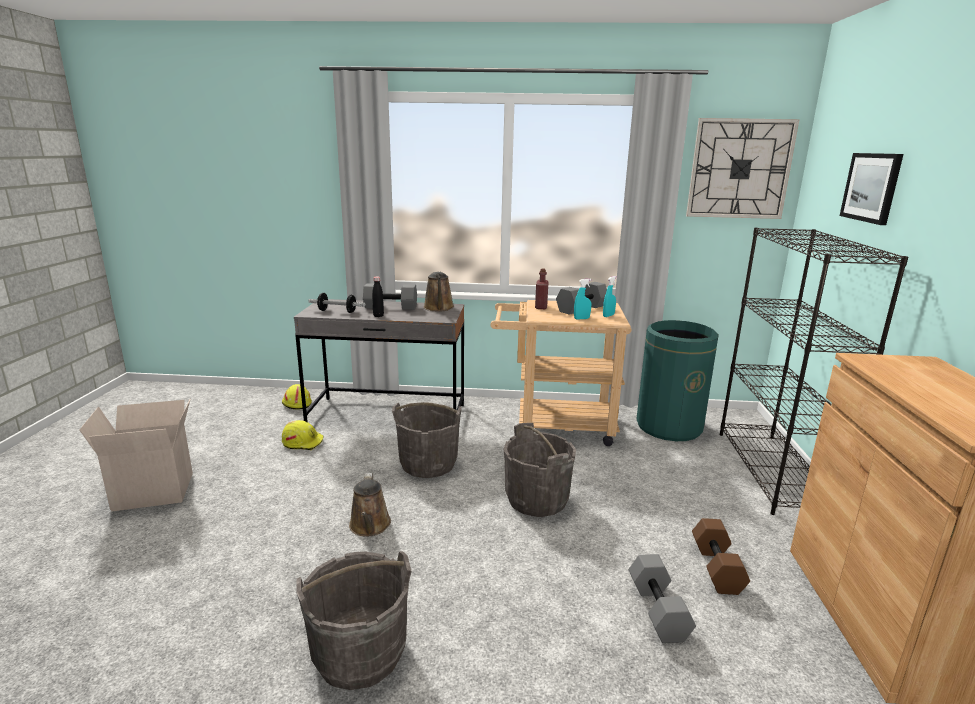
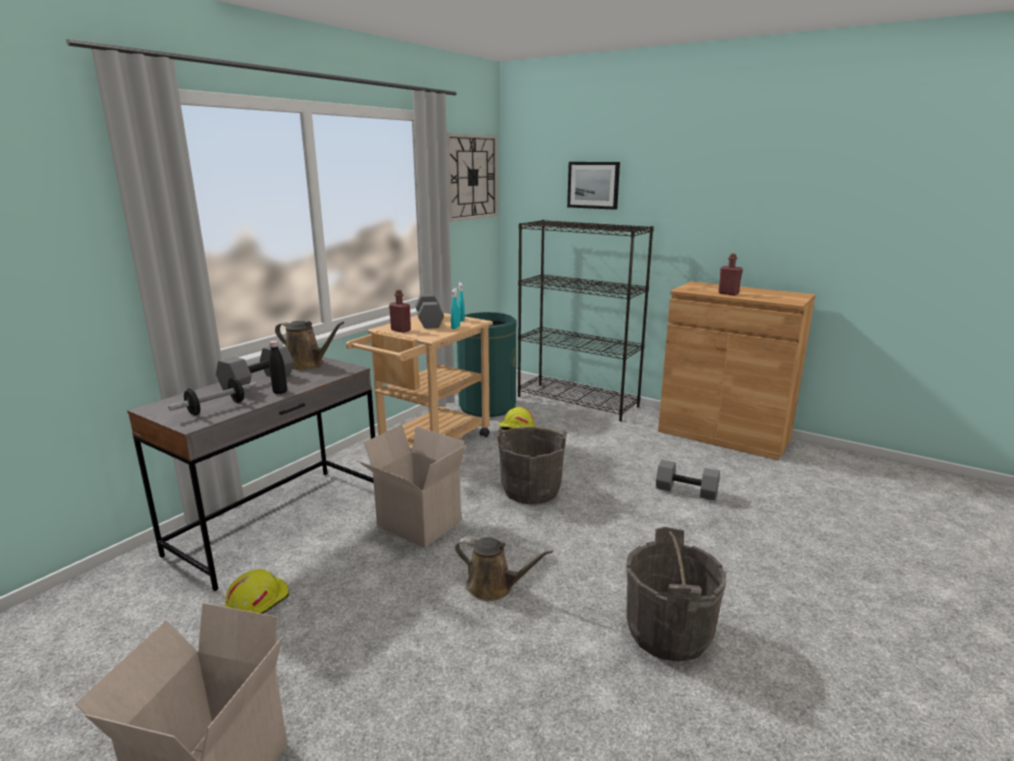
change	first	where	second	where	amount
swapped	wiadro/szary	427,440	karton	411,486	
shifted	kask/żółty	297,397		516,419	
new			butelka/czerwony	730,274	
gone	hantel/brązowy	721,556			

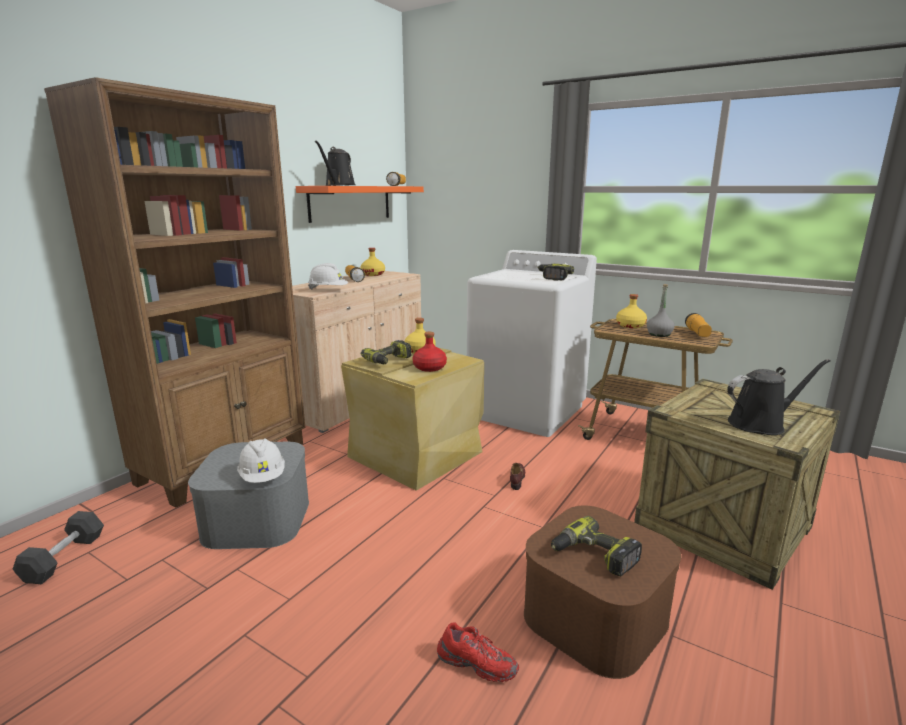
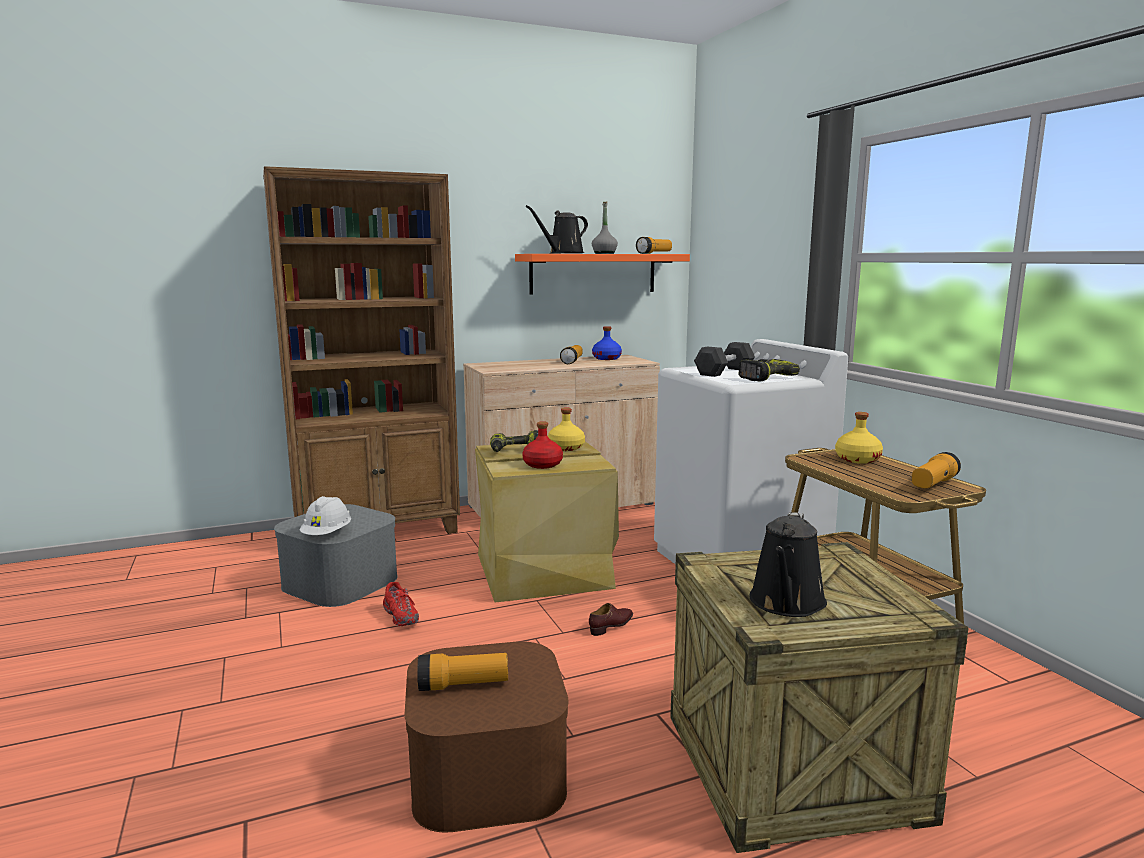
change	first	where	second	where	amount
shifted	but/czerwony	478,652		401,604	
swapped	wiertarka	596,546	latarka	462,672	
shifted	butelka/szary	661,310		605,228	
repainted	butelka/żółty	372,262	butelka/niebieski	607,343	
shifted	hantel/czarny	58,547		724,359	
rotated	konewka/czarny	779,397		788,564	90 degrees clockwise
gone	kask/biały	328,276			

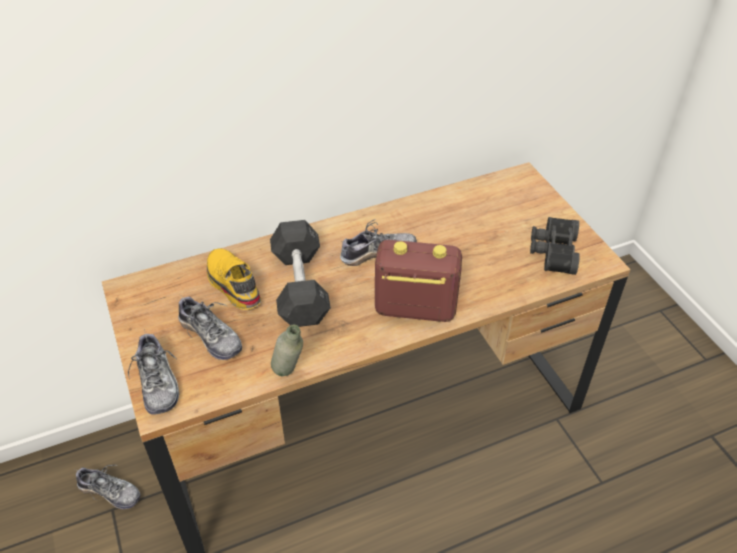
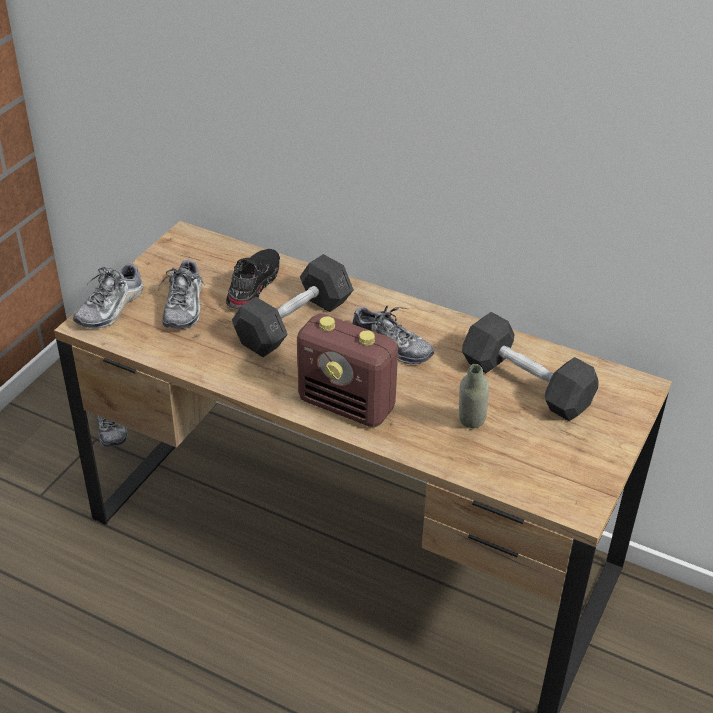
change	first	where	second	where	amount
repainted	but/żółty	234,279	but/czarny	253,279	
rotated	radio	418,281		347,370	150 degrees clockwise
shifted	butelka/szary	287,350		474,396	
new			hantel/czarny	530,366	
gone	lornetka/czarny	555,246			

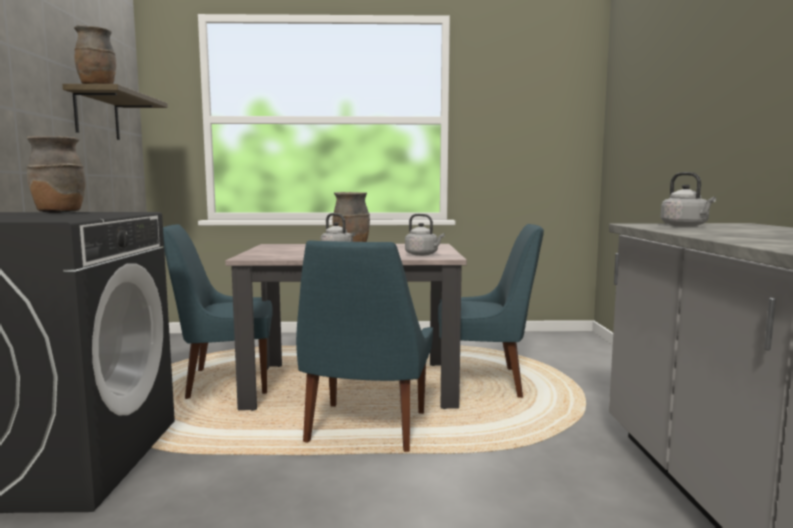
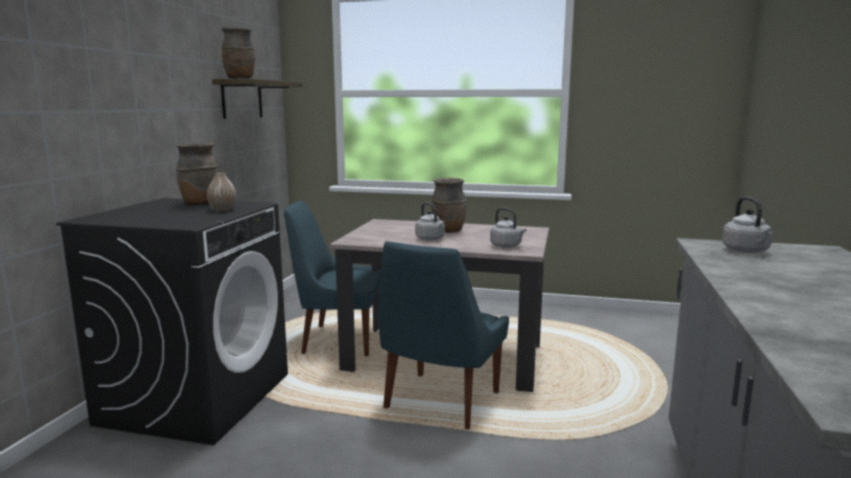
change	first	where	second	where	amount
new			wazon	221,192	
gone	krzesło/niebieski	491,311			

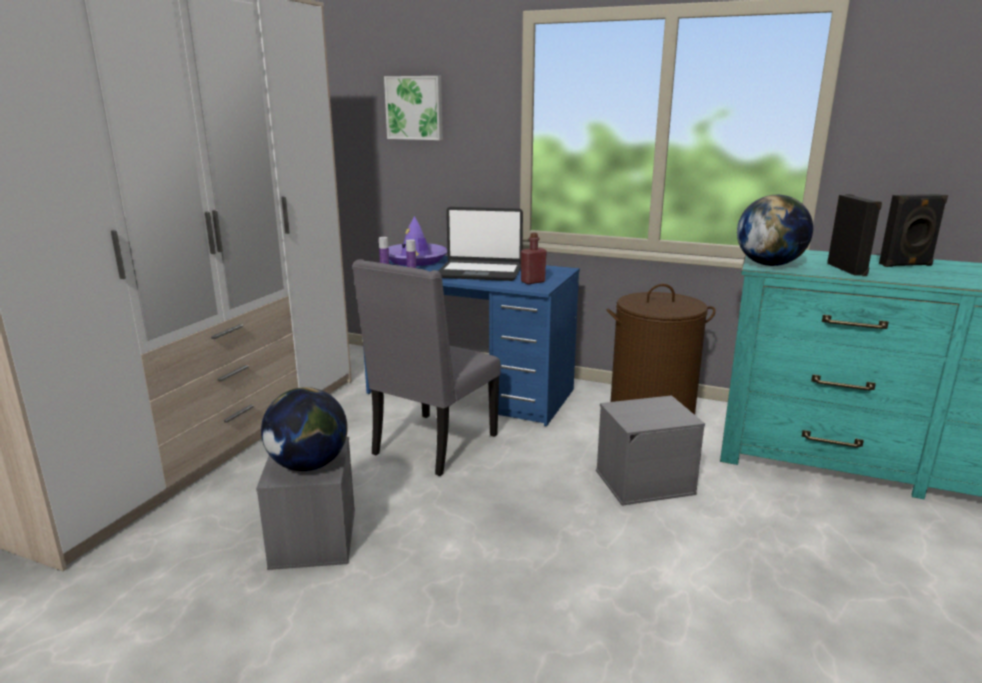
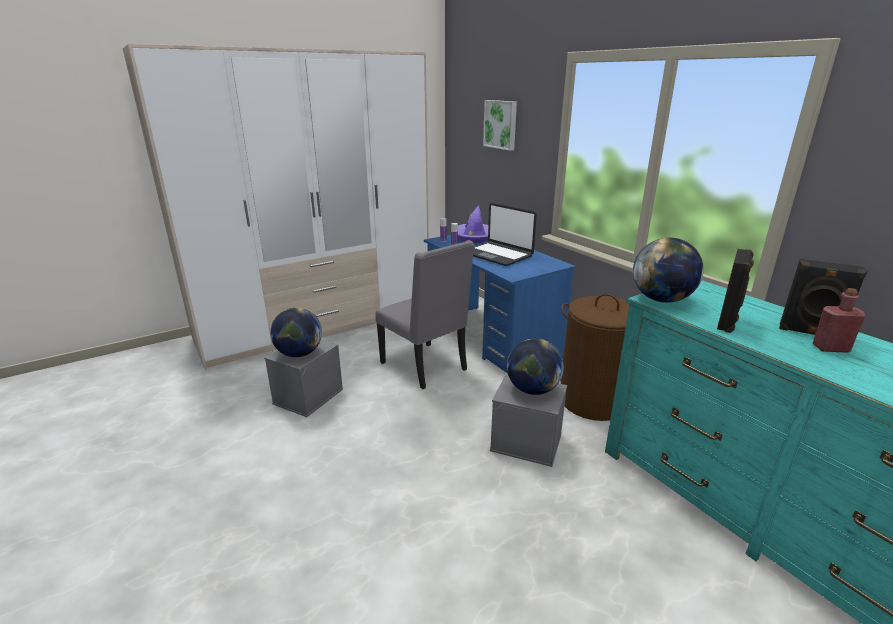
change	first	where	second	where	amount
rotated	krzesło/szary	426,367		424,314	105 degrees counterclockwise
new			globus	535,366	
shifted	butelka/czerwony	534,258		839,320	

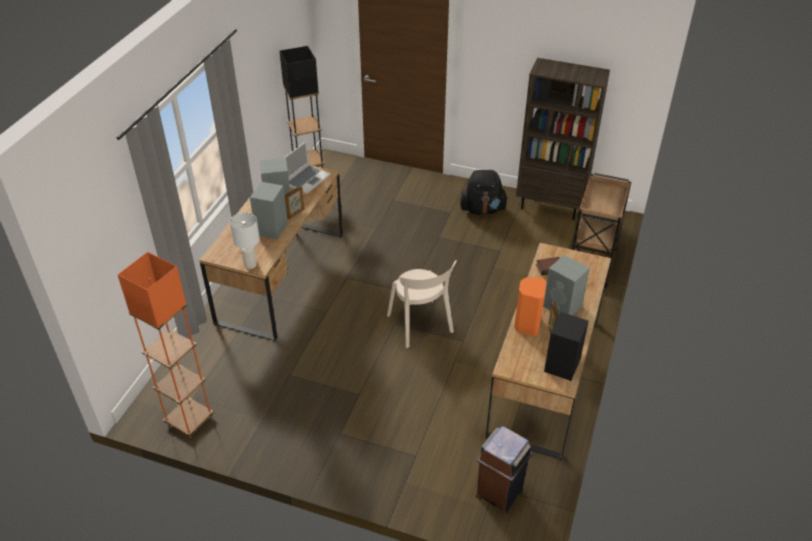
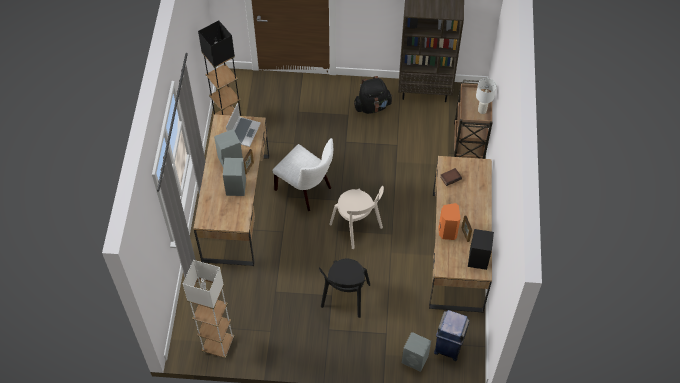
change	first	where	second	where	amount
repainted	lampa stojąca/pomarańczowy	165,345	lampa stojąca/biały	208,309	
new			krzesło/biały	302,174	
new			krzesło/czarny	344,288	
shifted	głośnik/szary	566,285		416,352	
repainted	kosz na śmieci/brązowy	503,470	kosz na śmieci/niebieski	452,335	
shifted	lampa stołowa/biały	245,240		486,96	

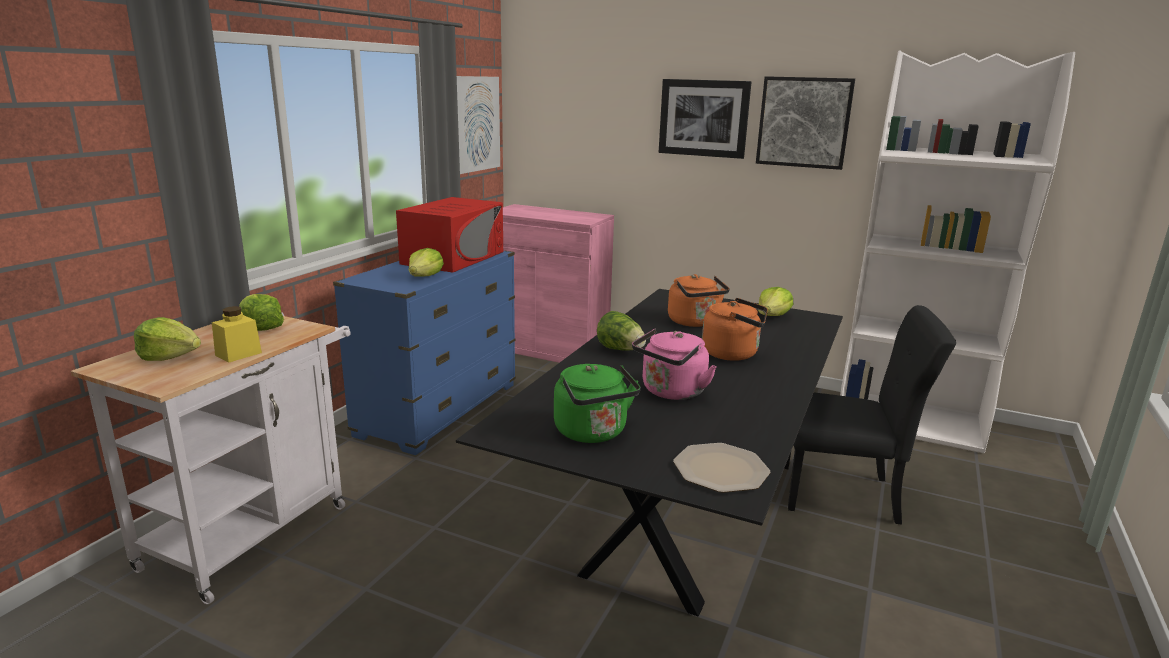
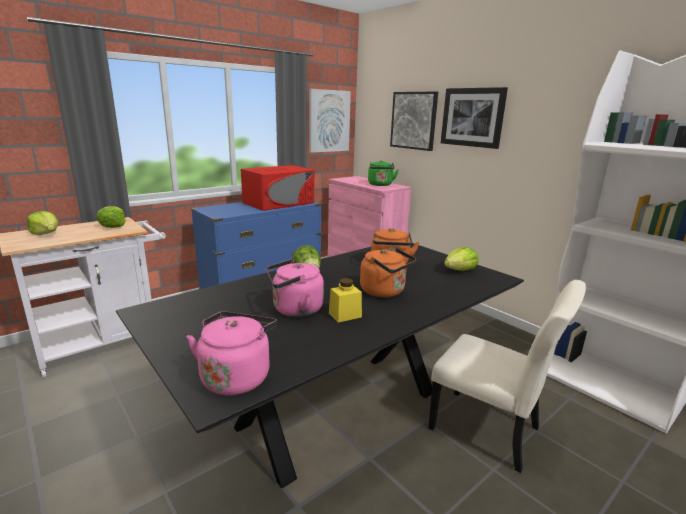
change	first	where	second	where	amount
swapped	talerz	722,468	czajnik/różowy	232,353	
shifted	słoik/żółty	237,334		345,300	
shifted	czajnik/zielony	597,403		383,173	
shifted	obraz	805,123		414,121	
repainted	krzesło/czarny	870,415	krzesło/beżowy	507,376	
gone	sałata	426,262			

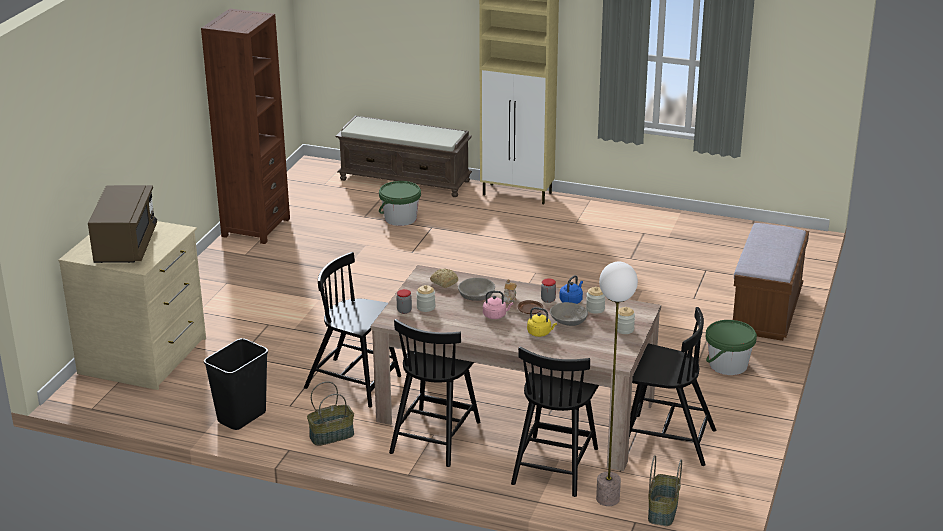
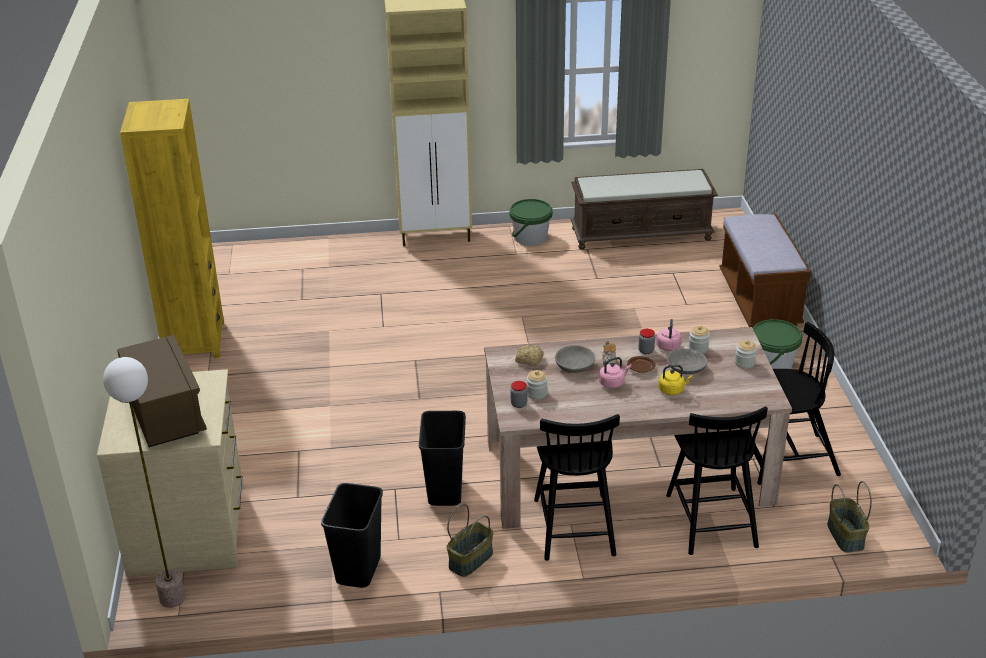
change	first	where	second	where	amount
shifted	lampa stojąca	617,384		144,482	
repainted	regał/brązowy	245,126	regał/żółty	172,228	
swapped	krzesło/czarny	352,330	kosz na śmieci/czarny	442,458	
shifted	wiadro/zielony	400,203		531,222	
shifted	ławka/brązowy	403,156		644,209	
repainted	czajnik/niebieski	571,289	czajnik/różowy	669,335	

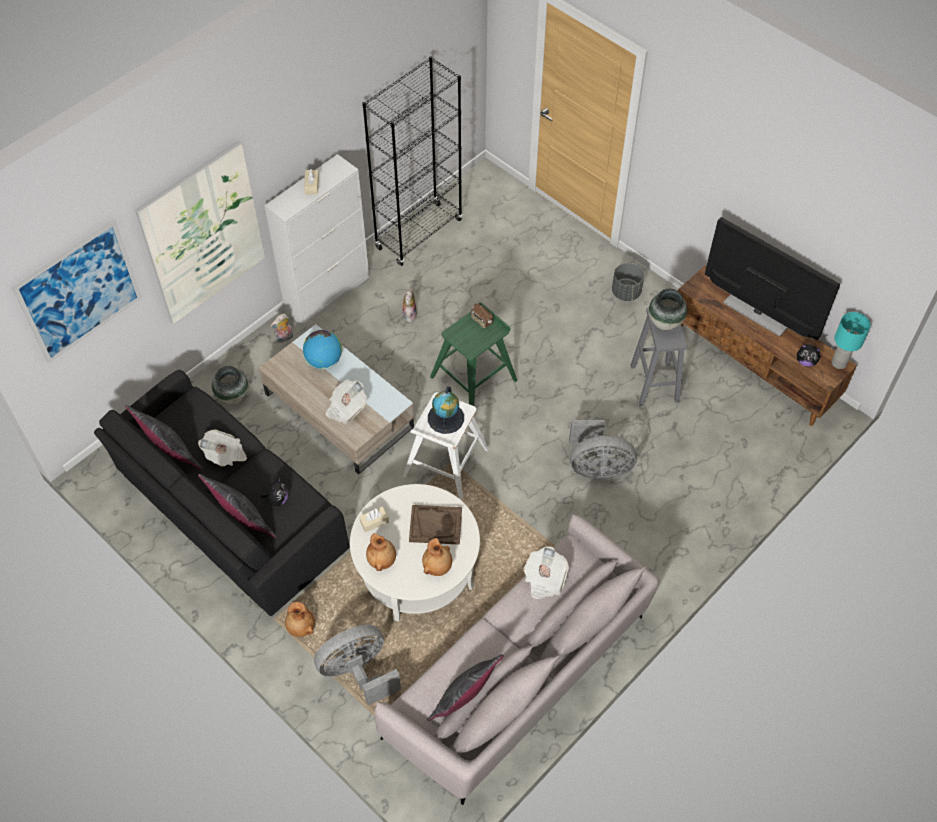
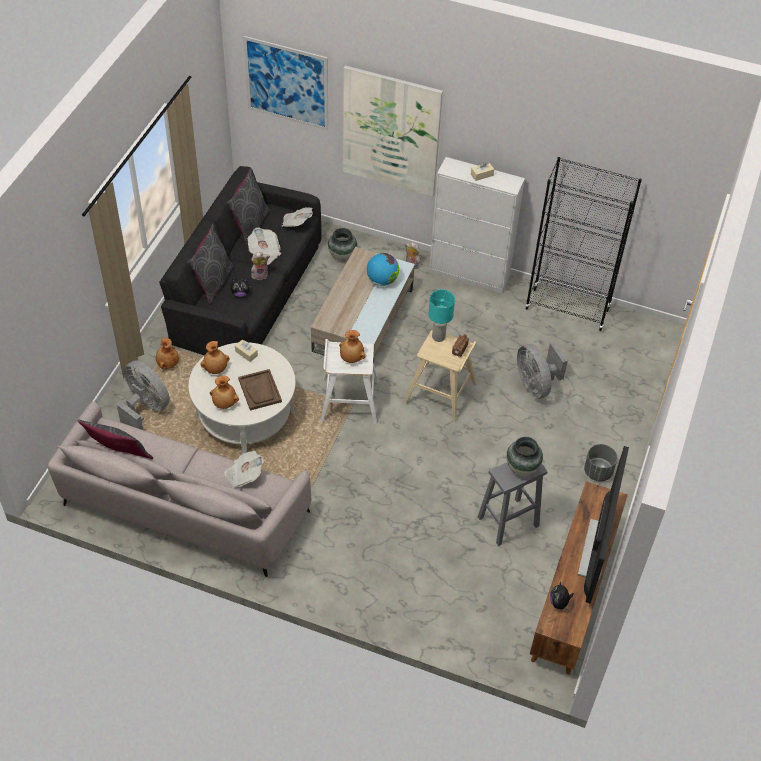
change	first	where	second	where	amount
shifted	pluszak	408,305		260,266	
shifted	gazeta	346,401		297,217	
swapped	globus	446,410	wazon/brązowy	352,346	
repainted	stołek/zielony	473,354	stołek/beżowy	440,376	
shifted	lampa stołowa/turkusowy	851,340		441,316	
shifted	wentylator/szary	603,450		542,370	

